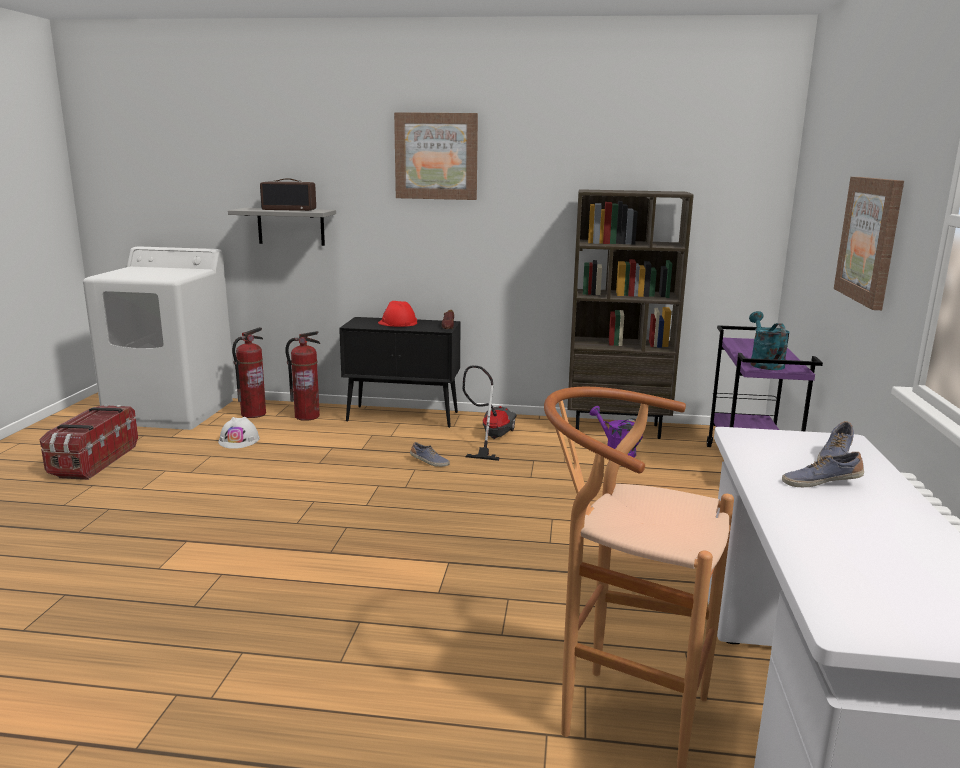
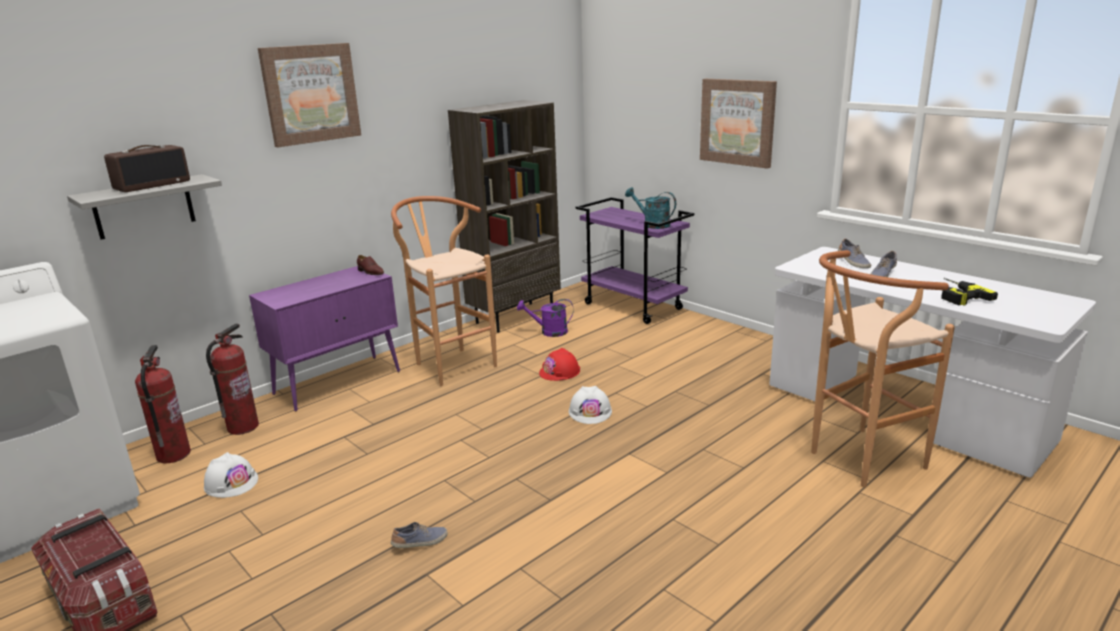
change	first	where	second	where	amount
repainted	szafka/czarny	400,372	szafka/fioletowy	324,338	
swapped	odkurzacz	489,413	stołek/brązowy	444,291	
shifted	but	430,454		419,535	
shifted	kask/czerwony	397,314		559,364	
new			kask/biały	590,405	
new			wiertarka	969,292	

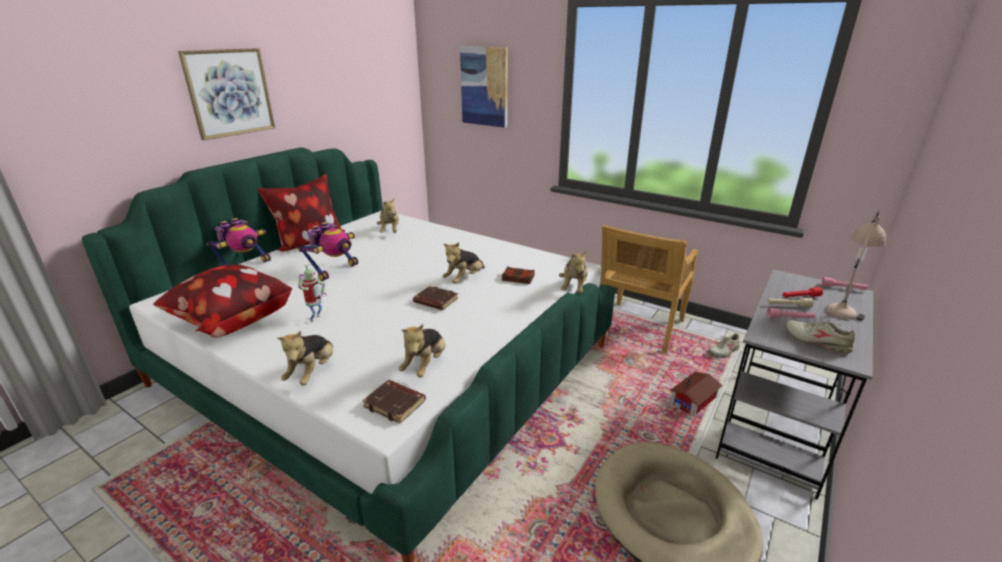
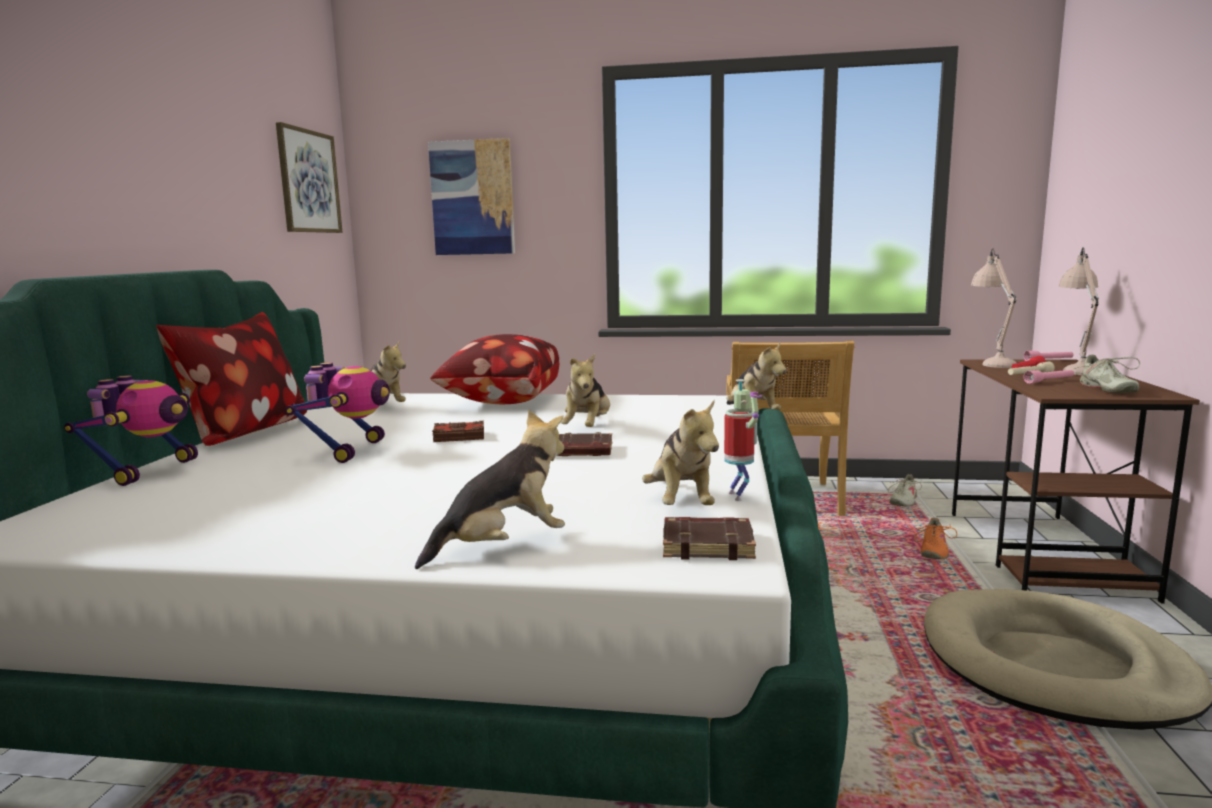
change	first	where	second	where	amount
shifted	obraz	226,94		309,177	
rotated	pluszak	305,358		490,489	105 degrees counterclockwise
shifted	poduszka	222,301		494,369	
shifted	książka/brązowy	518,275		458,431	
shifted	robot zabawkowy	312,293		743,440	
swapped	domek	695,394	but/pomarańczowy	934,538	
repainted	biurko/szary	794,384	biurko/brązowy	1076,482	
new			lampa stołowa/beżowy	995,308	
rotated	but/beżowy	820,336		1107,374	105 degrees counterclockwise

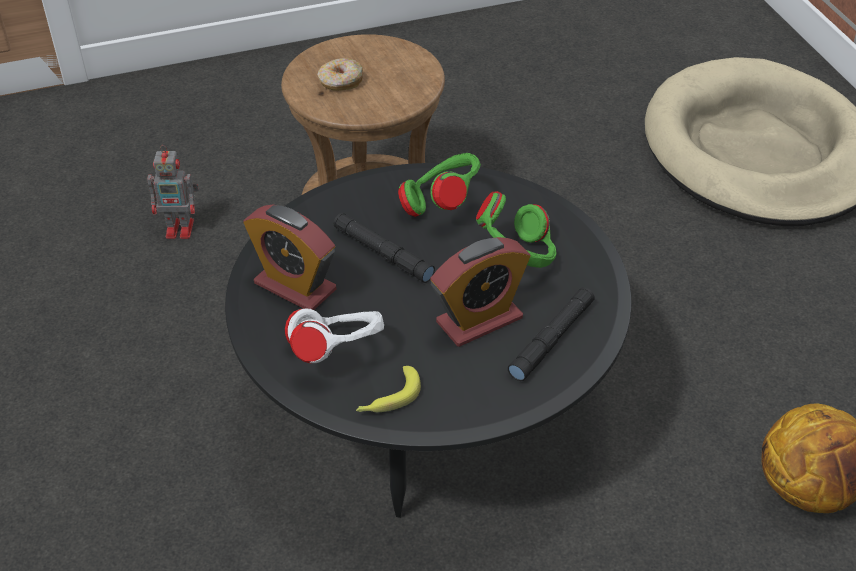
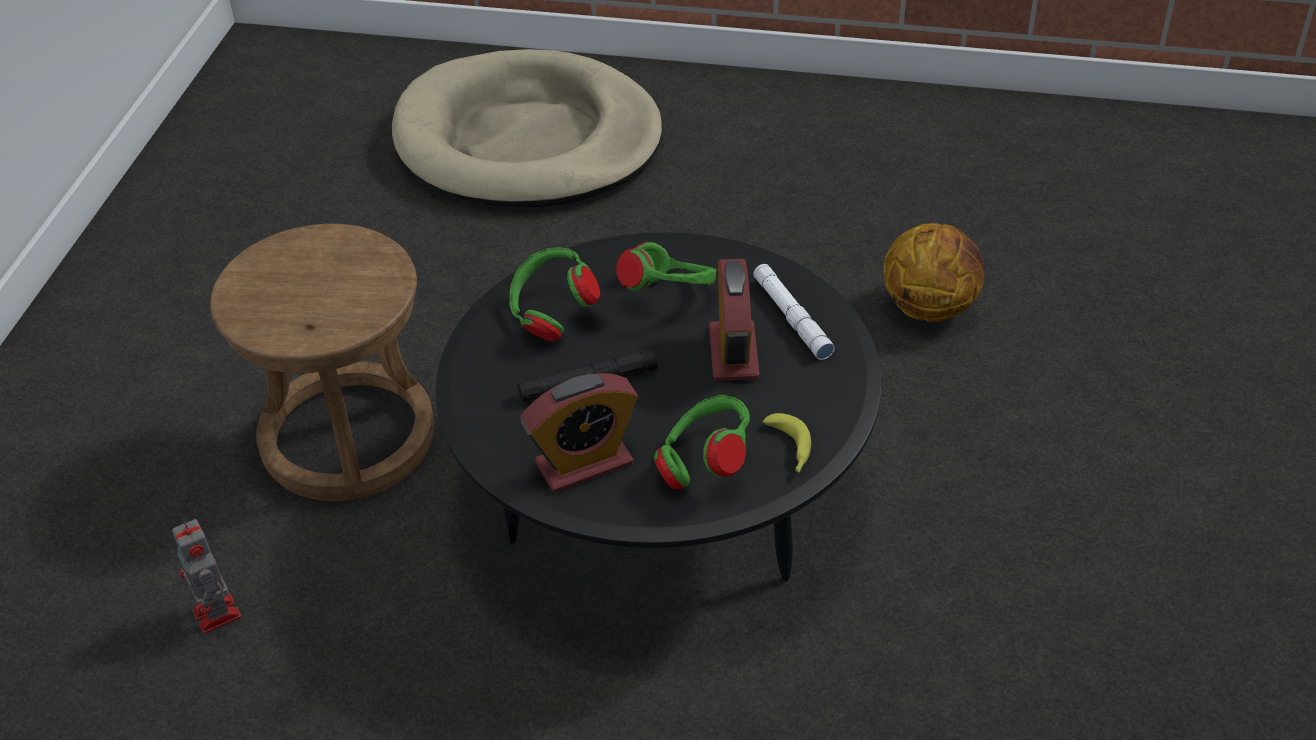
change	first	where	second	where	amount
rotated	robot zabawkowy	173,192		206,576	120 degrees clockwise
repainted	słuchawki/biały	334,335	słuchawki/zielony	702,442	
repainted	latarka/czarny	551,334	latarka/biały	794,312	
gone	donut	340,74			

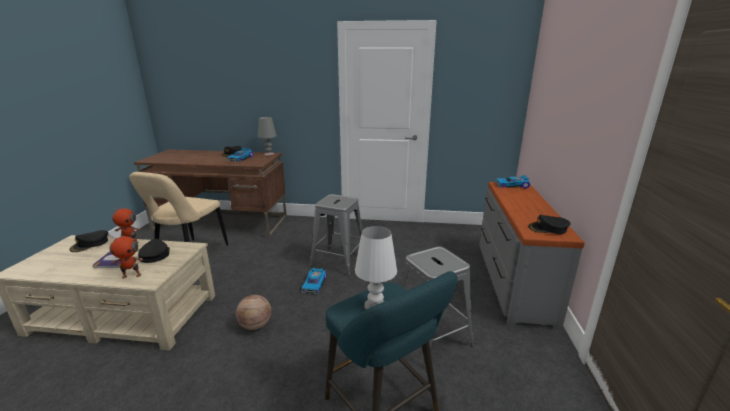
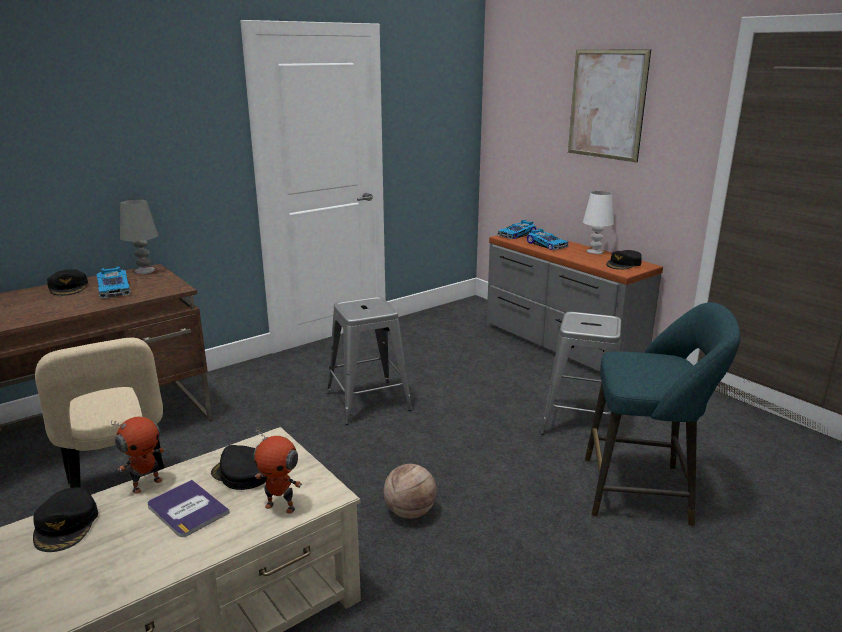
change	first	where	second	where	amount
rotated	robot zabawkowy	125,257		277,471	75 degrees clockwise
shifted	samochodzik	313,281		548,239	
new			obraz	609,105	
shifted	lampa stołowa/biały	376,267		598,222	

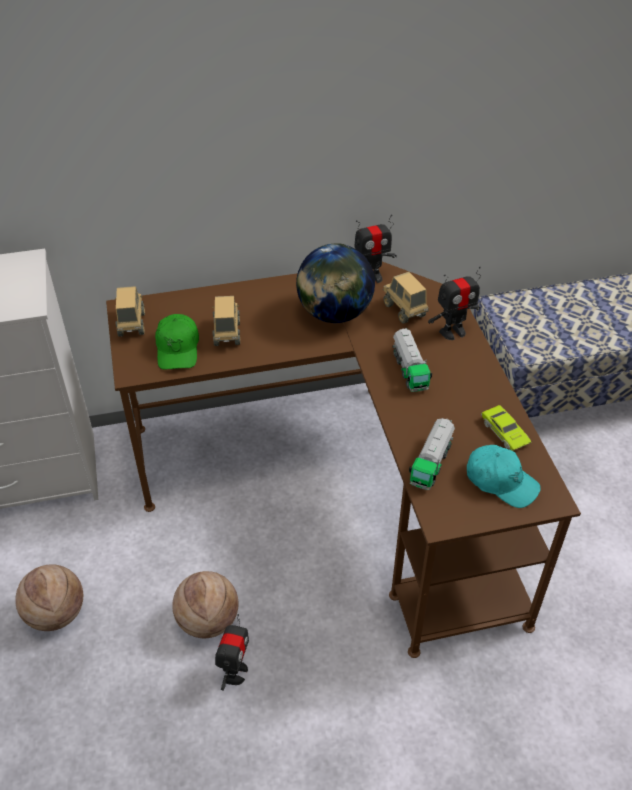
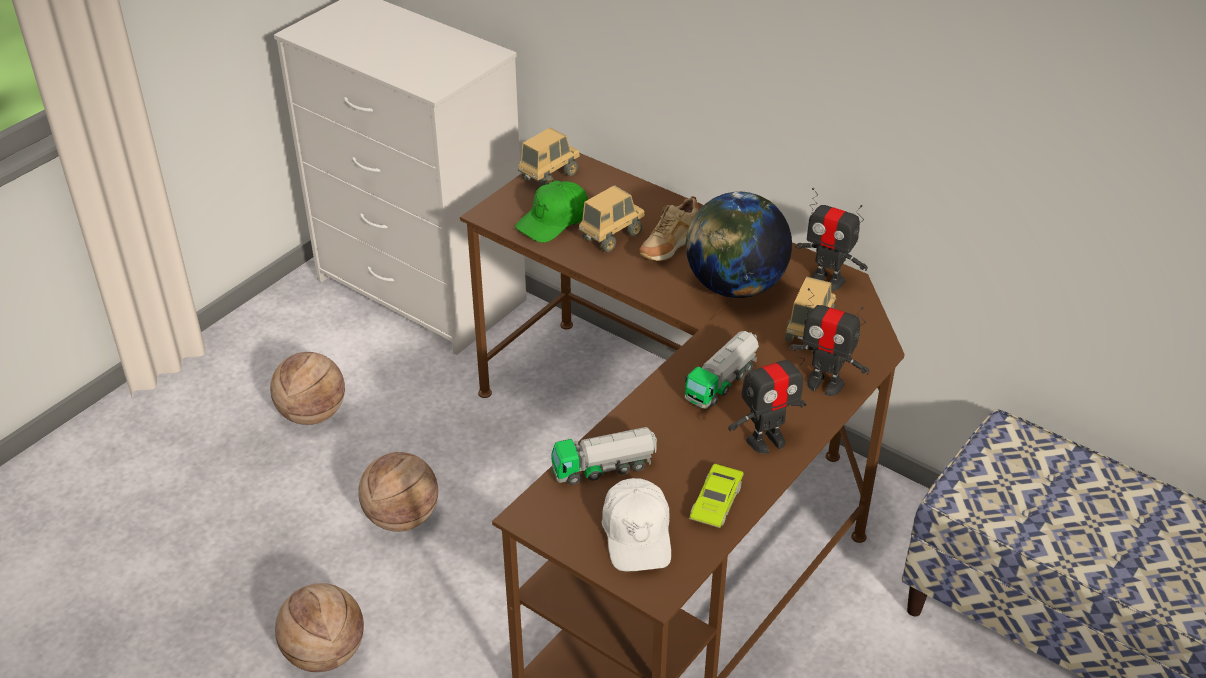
change	first	where	second	where	amount
new			piłka do koszykówki	319,627	
repainted	czapka z daszkiem/turkusowy	504,476	czapka z daszkiem/biały	636,524	
new			but/beżowy	669,228	
shifted	robot zabawkowy	232,652		767,400	

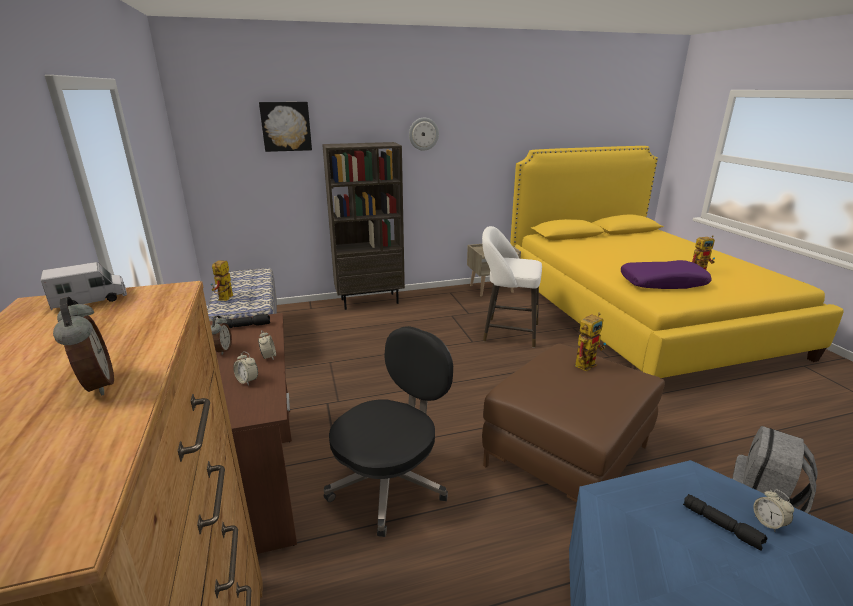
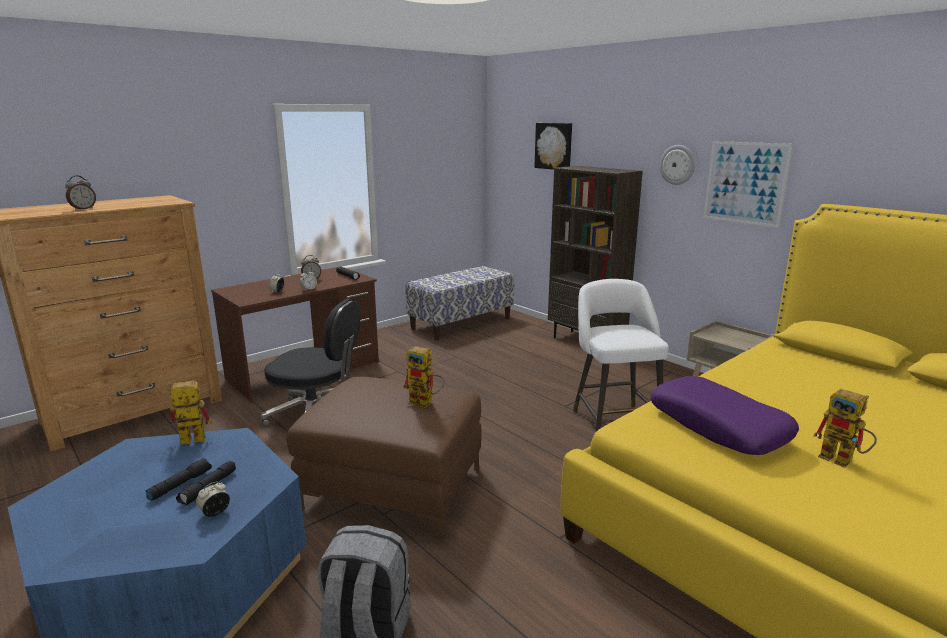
change	first	where	second	where	amount
new			latarka/czarny	178,479	
shifted	robot zabawkowy	222,280		187,413	
new			obraz	748,184	
gone	ciężarówka zabawkowa	84,286			

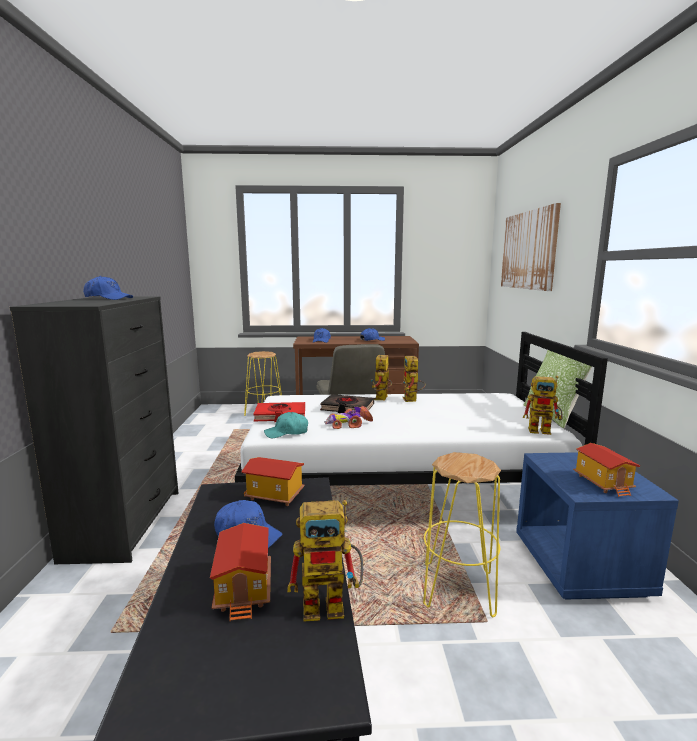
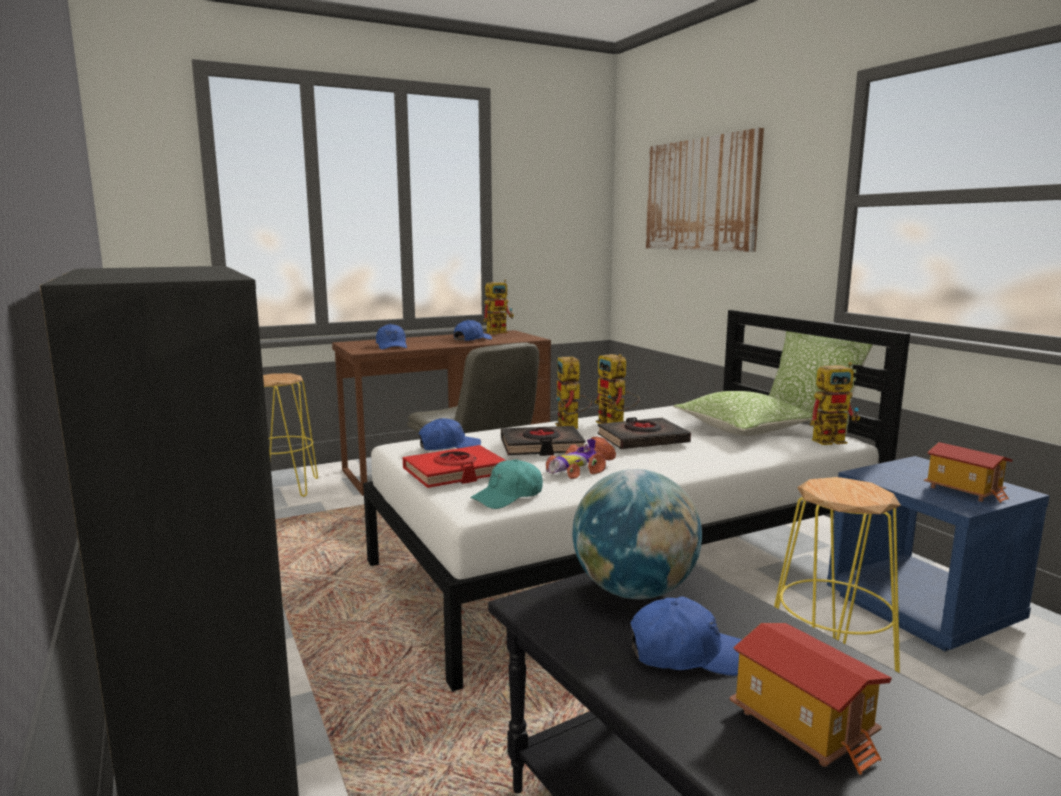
change	first	where	second	where	amount
shifted	czapka z daszkiem/niebieski	108,288		450,434	
shifted	robot zabawkowy	325,561		498,306	
swapped	domek	273,481	globus	637,534	
new			książka/czarny	644,433	
new			poduszka	743,413	

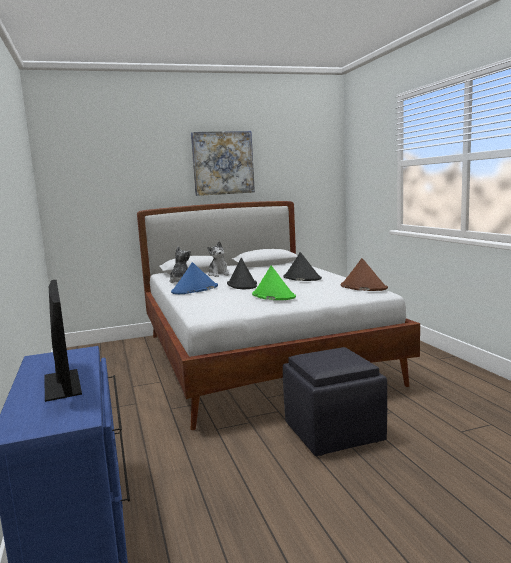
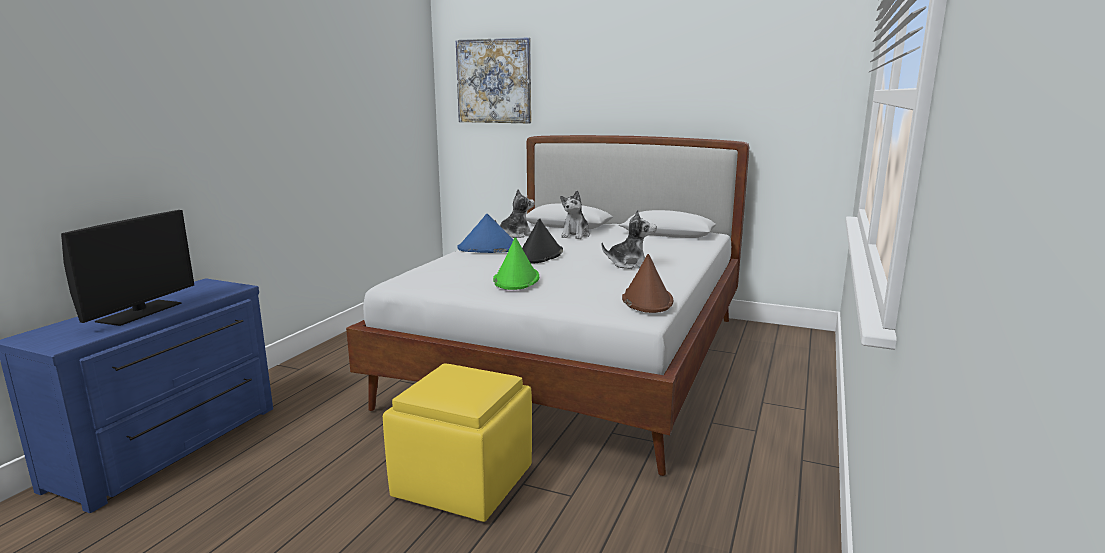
change	first	where	second	where	amount
repainted	pufa/czarny	335,401	pufa/żółty	457,443	
shifted	obraz	223,163		493,80	
swapped	kapelusz/czarny	303,266	pluszak	629,239	

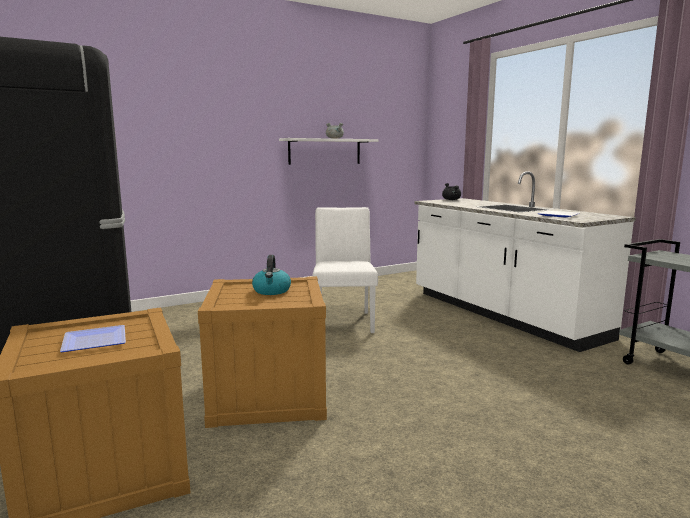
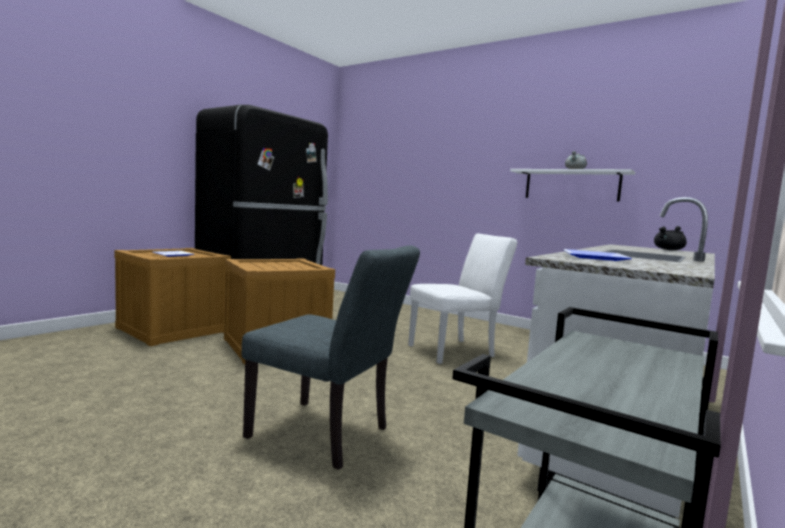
change	first	where	second	where	amount
new			krzesło/szary	331,357	
gone	czajnik	271,275			

